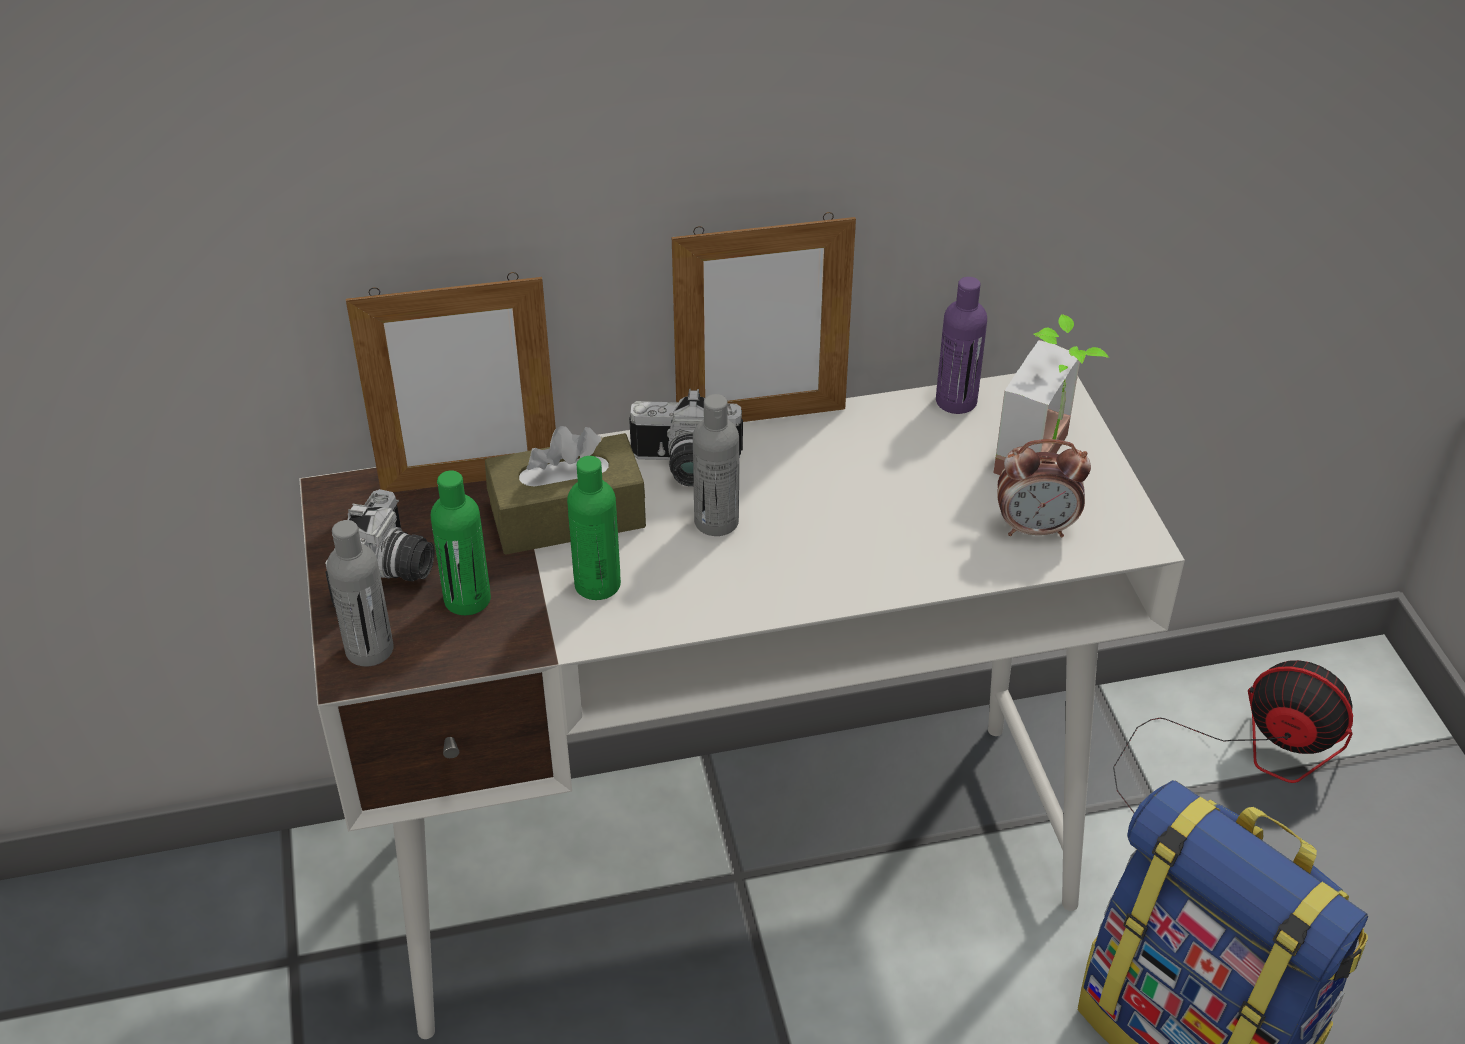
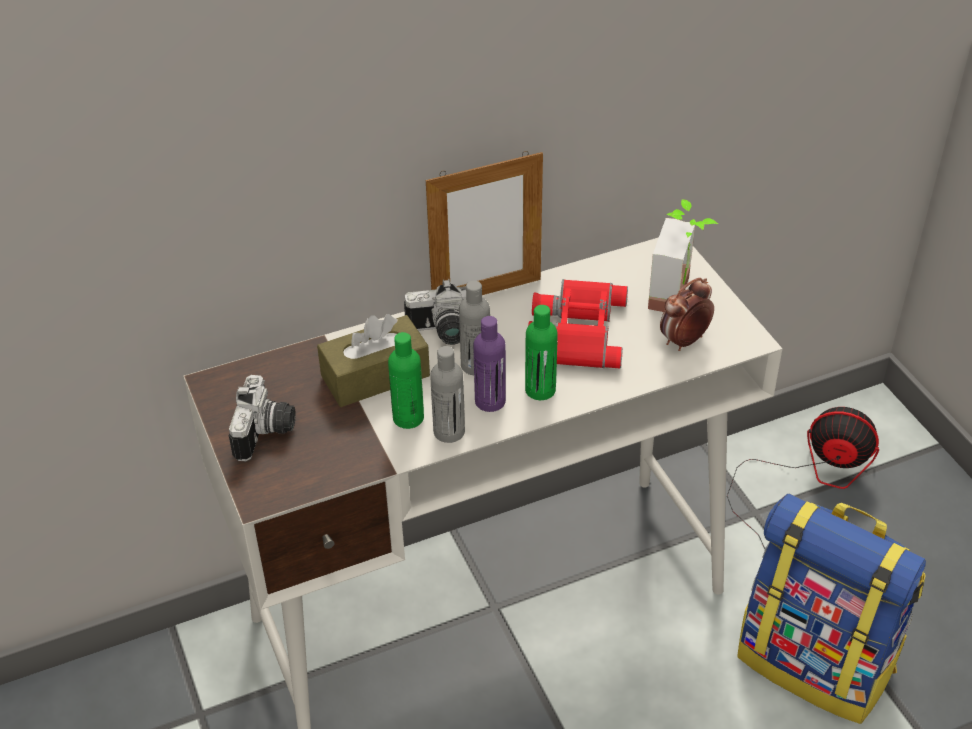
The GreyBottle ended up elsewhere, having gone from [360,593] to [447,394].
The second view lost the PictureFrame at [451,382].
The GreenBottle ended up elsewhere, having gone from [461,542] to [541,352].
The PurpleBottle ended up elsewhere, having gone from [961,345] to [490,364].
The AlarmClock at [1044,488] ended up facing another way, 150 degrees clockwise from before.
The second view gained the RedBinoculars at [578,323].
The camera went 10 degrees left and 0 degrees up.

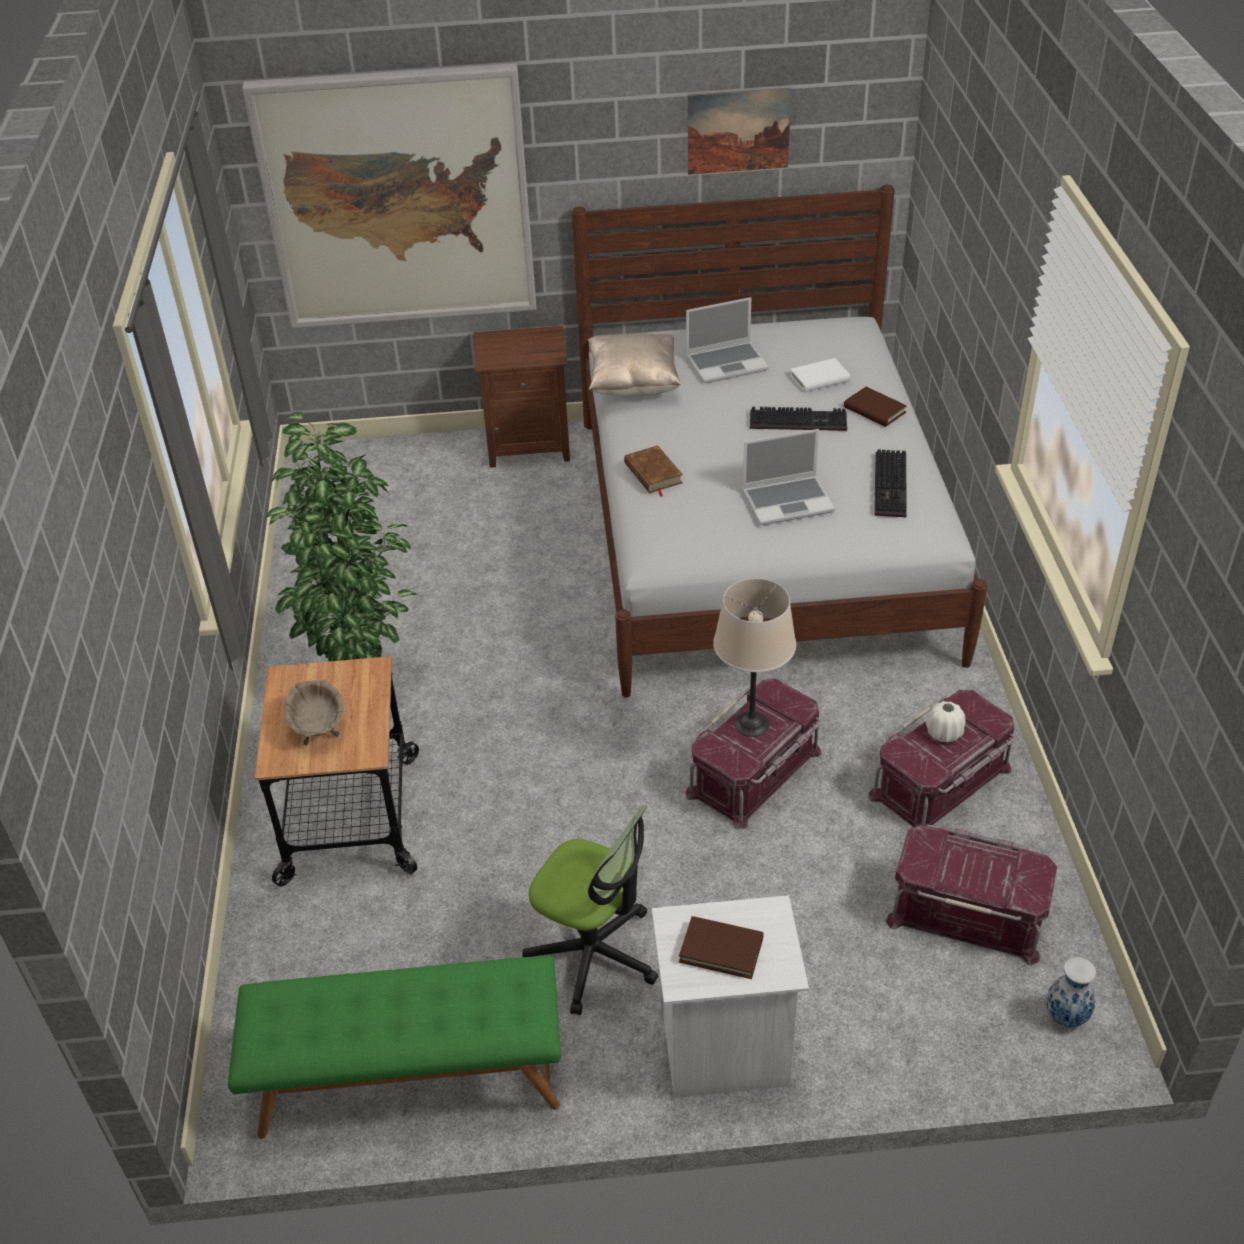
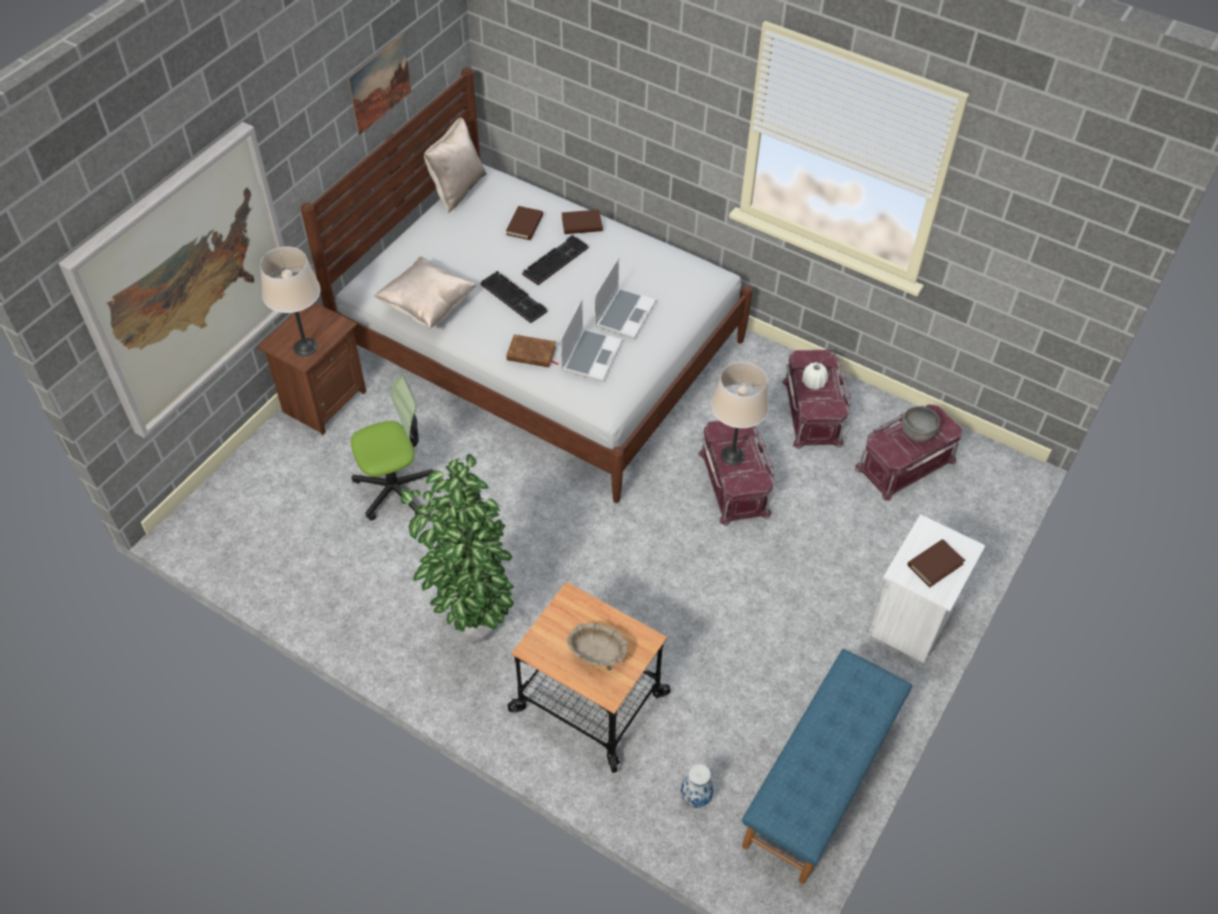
What was the GreenBench at [394,1047] turned into the BlueBench at [827,766].
The OfficeChair ended up elsewhere, having gone from [590,910] to [393,448].
The Laptop ended up elsewhere, having gone from [727,340] to [591,340].
What was the WhiteBook at [820,375] turned into the BrownBook at [524,223].
The Keyboard ended up elsewhere, having gone from [890,483] to [514,297].
The Vase ended up elsewhere, having gone from [1071,992] to [697,786].
The second view gained the BeigeTableLamp at [290,301].
The second view gained the BeigePillow at [455,165].
The second view gained the GreyBowl at [921,424].
The camera went 55 degrees left and 10 degrees up.

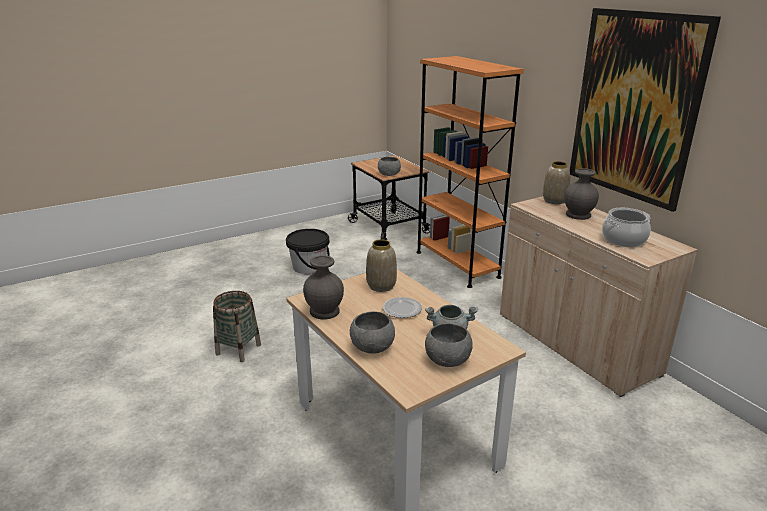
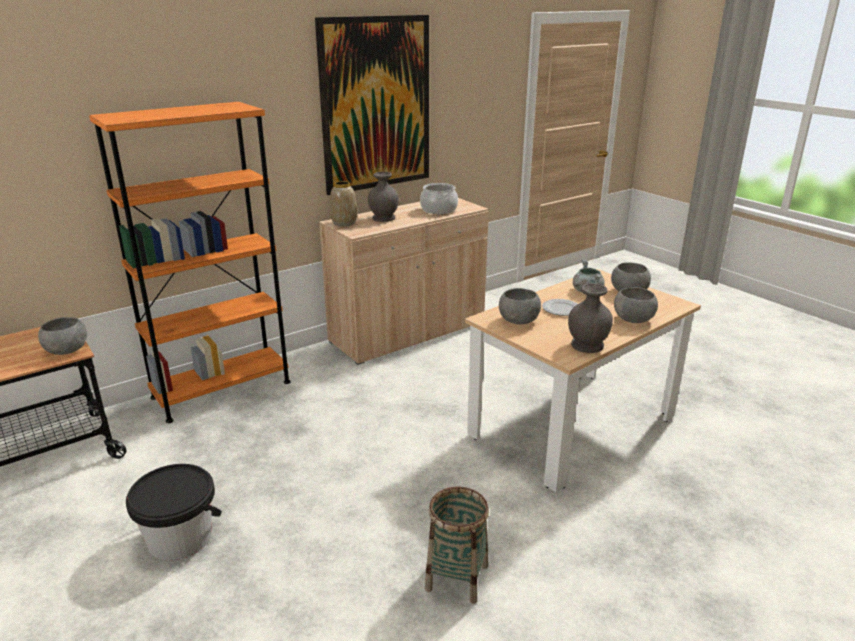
Where the Vase stood at [381,265], the GreyBowl came to stand at [520,306].
The camera went 95 degrees left and 0 degrees up.

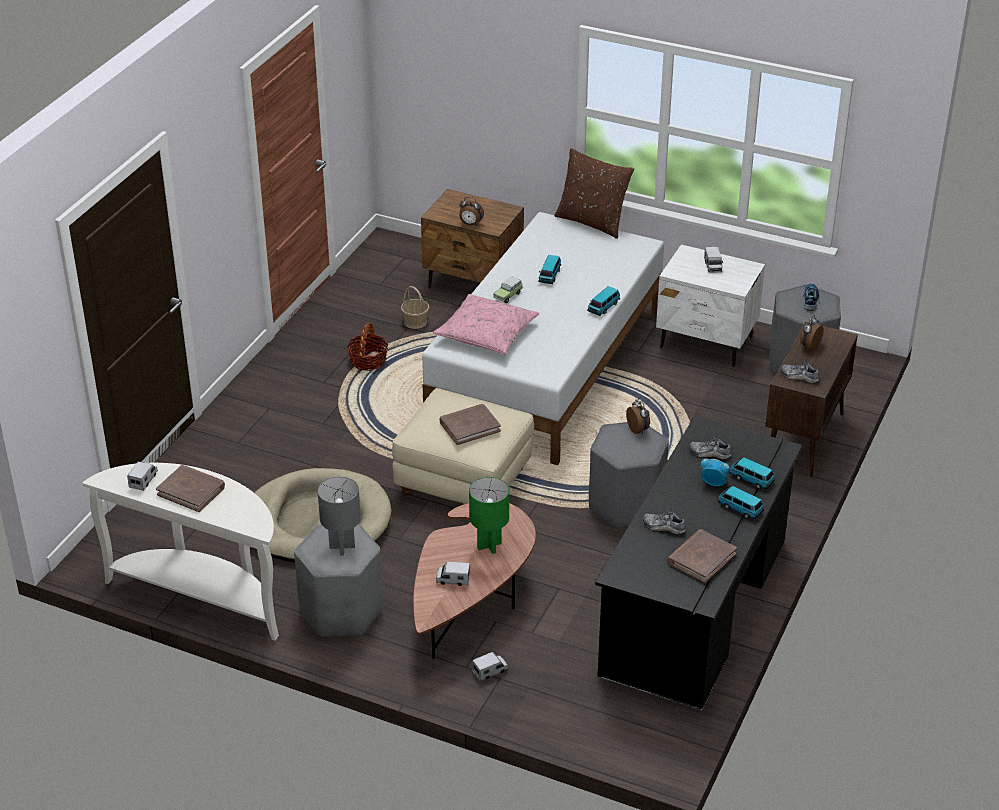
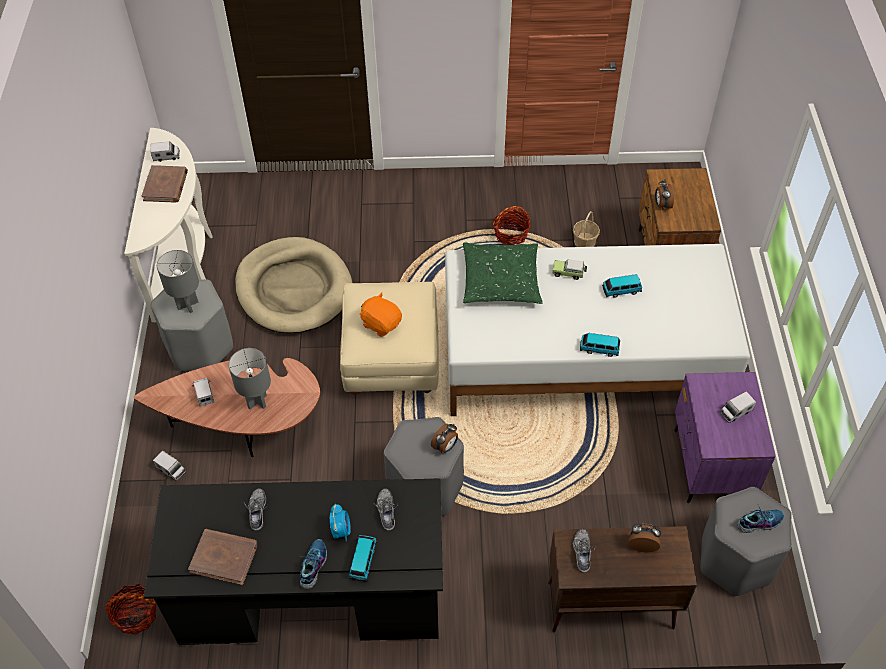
What was the PinkPillow at [486,324] turned into the GreenPillow at [503,273].
Where the BrownBook stood at [470,424], the OrangePlushToy came to stand at [381,314].
What was the GreenTableLamp at [489,515] turned into the GreyTableLamp at [250,379].
The second view lost the BrownPillow at [594,193].
What was the WhiteNightstand at [710,305] turned into the PurpleNightstand at [725,437].
Where the ToyCar stood at [741,502], the Shoe came to stand at [313,564].
The second view gained the Basket at [130,609].
The camera went 65 degrees right and 15 degrees up.

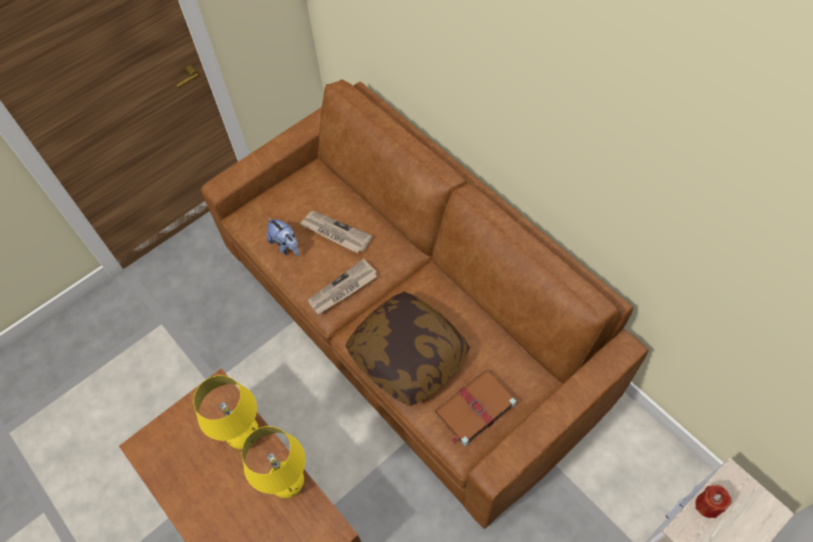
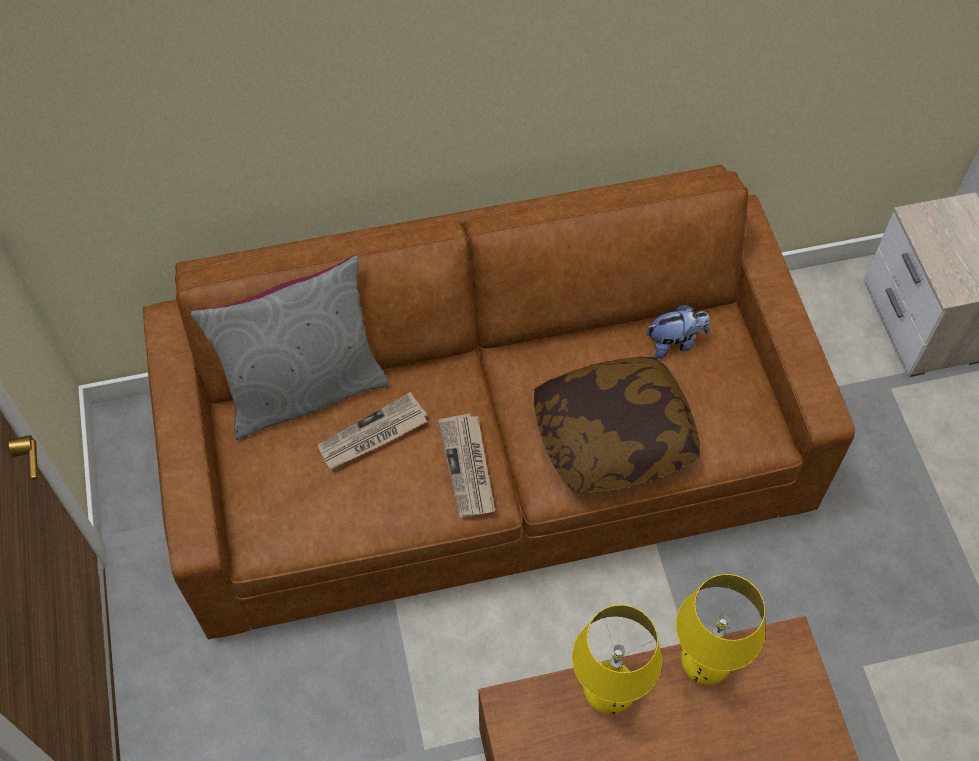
The PlushToy ended up elsewhere, having gone from [283,236] to [678,331].
The second view lost the BrownBook at [475,408].
The second view lost the RedCandle at [713,501].
The second view gained the GreyPillow at [289,347].
The camera went 65 degrees left and 0 degrees up.

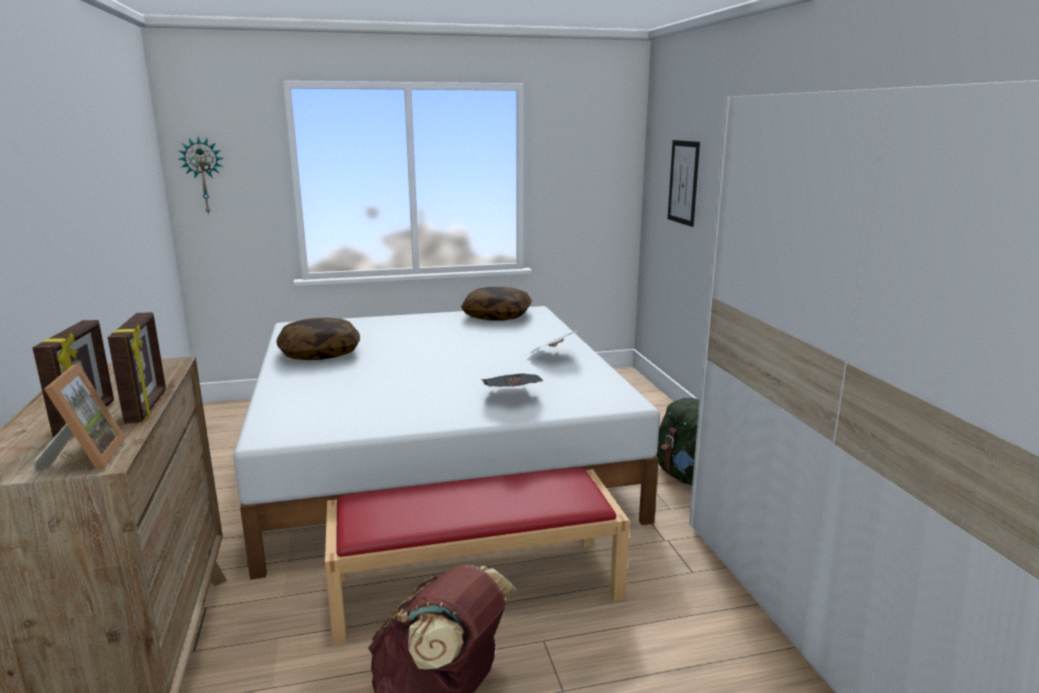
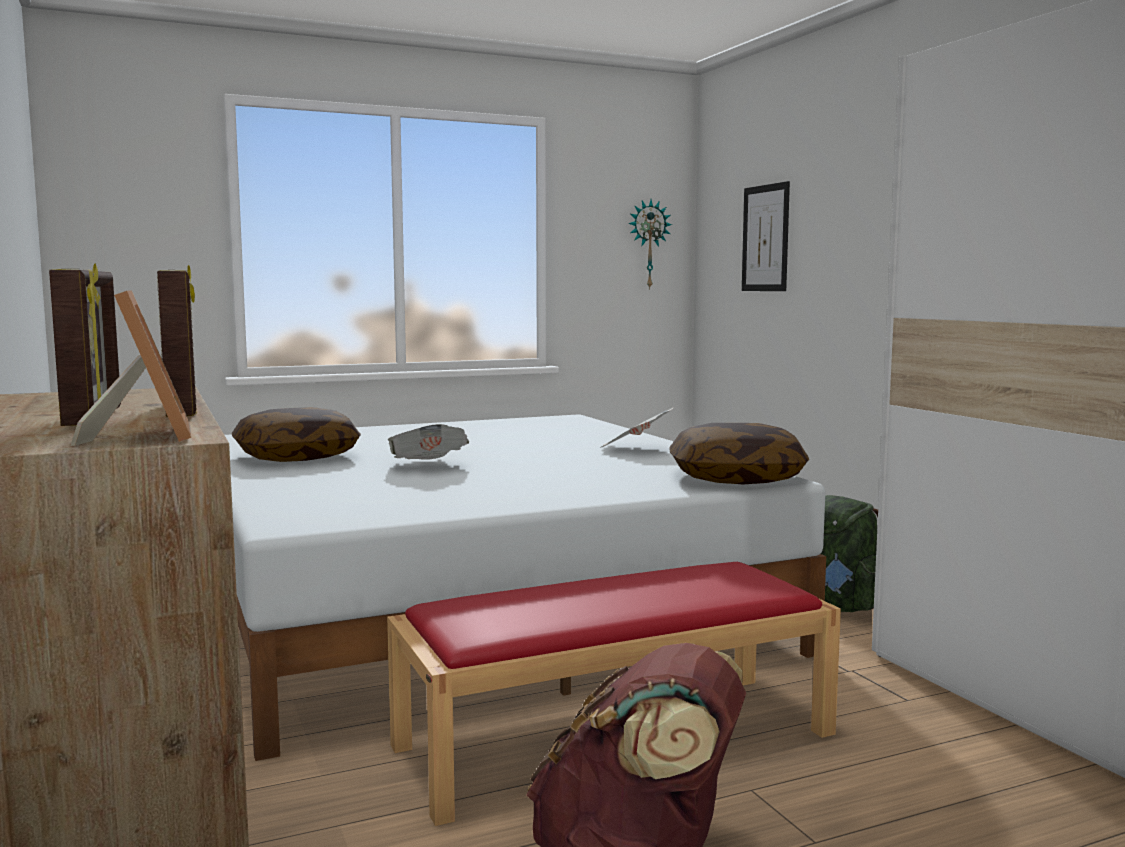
The WallClock ended up elsewhere, having gone from [201,176] to [650,244].
The Pillow ended up elsewhere, having gone from [496,304] to [739,453].
The Newspaper ended up elsewhere, having gone from [512,380] to [429,442].
The camera went 10 degrees left and 10 degrees down.

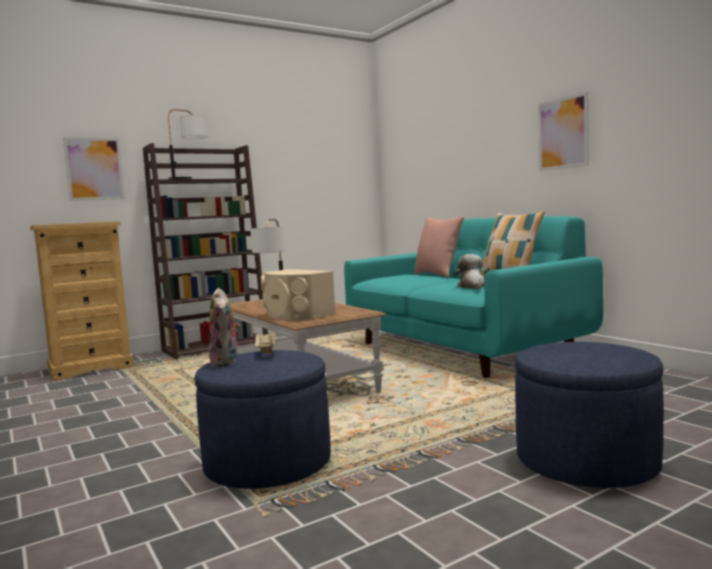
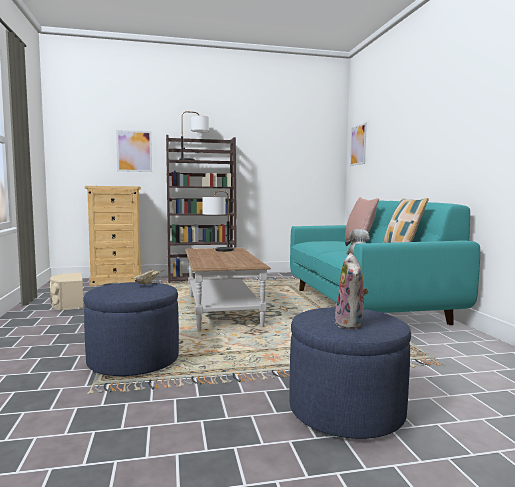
The PlushToy ended up elsewhere, having gone from [225,327] to [351,291].
The BeigeSpeaker ended up elsewhere, having gone from [298,294] to [66,291].
The Picture ended up elsewhere, having gone from [563,131] to [358,144].
The camera went 20 degrees right and 0 degrees up.

